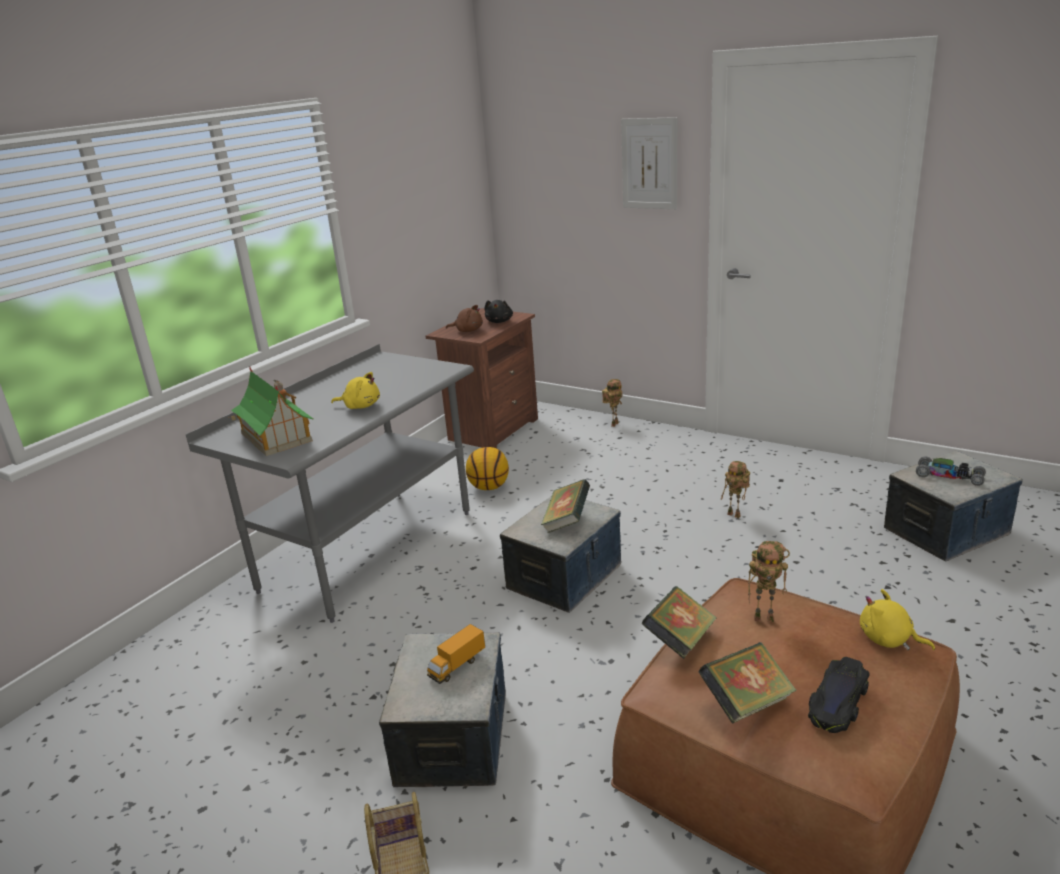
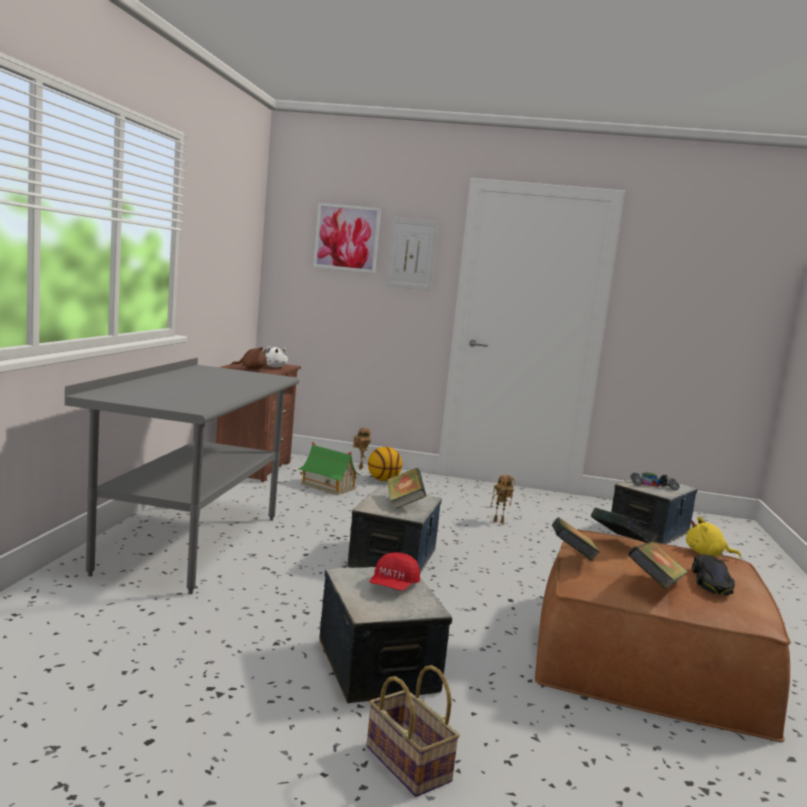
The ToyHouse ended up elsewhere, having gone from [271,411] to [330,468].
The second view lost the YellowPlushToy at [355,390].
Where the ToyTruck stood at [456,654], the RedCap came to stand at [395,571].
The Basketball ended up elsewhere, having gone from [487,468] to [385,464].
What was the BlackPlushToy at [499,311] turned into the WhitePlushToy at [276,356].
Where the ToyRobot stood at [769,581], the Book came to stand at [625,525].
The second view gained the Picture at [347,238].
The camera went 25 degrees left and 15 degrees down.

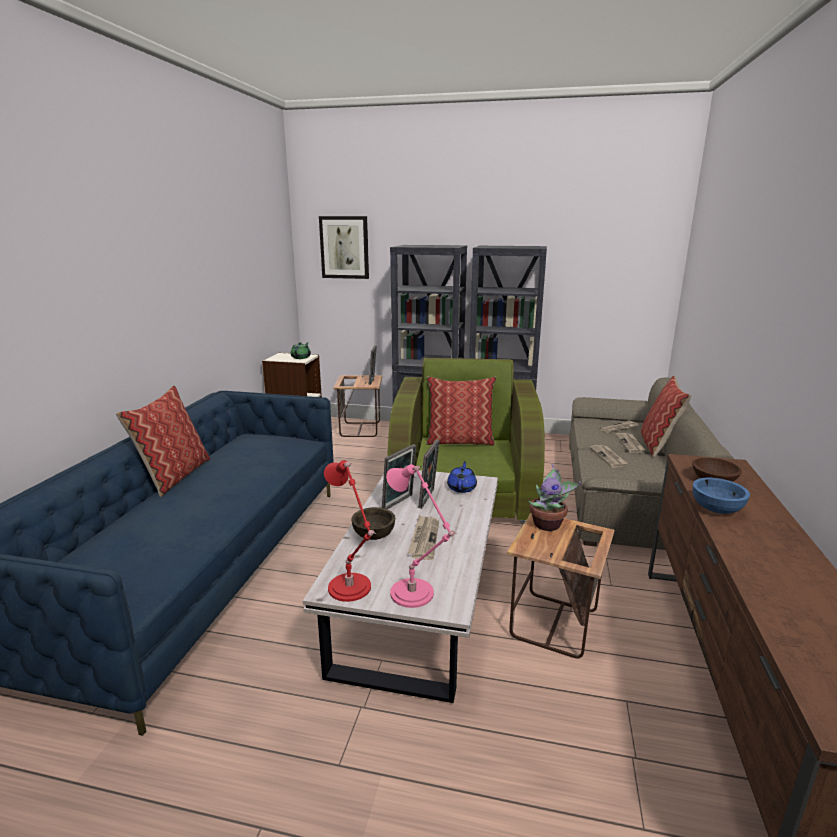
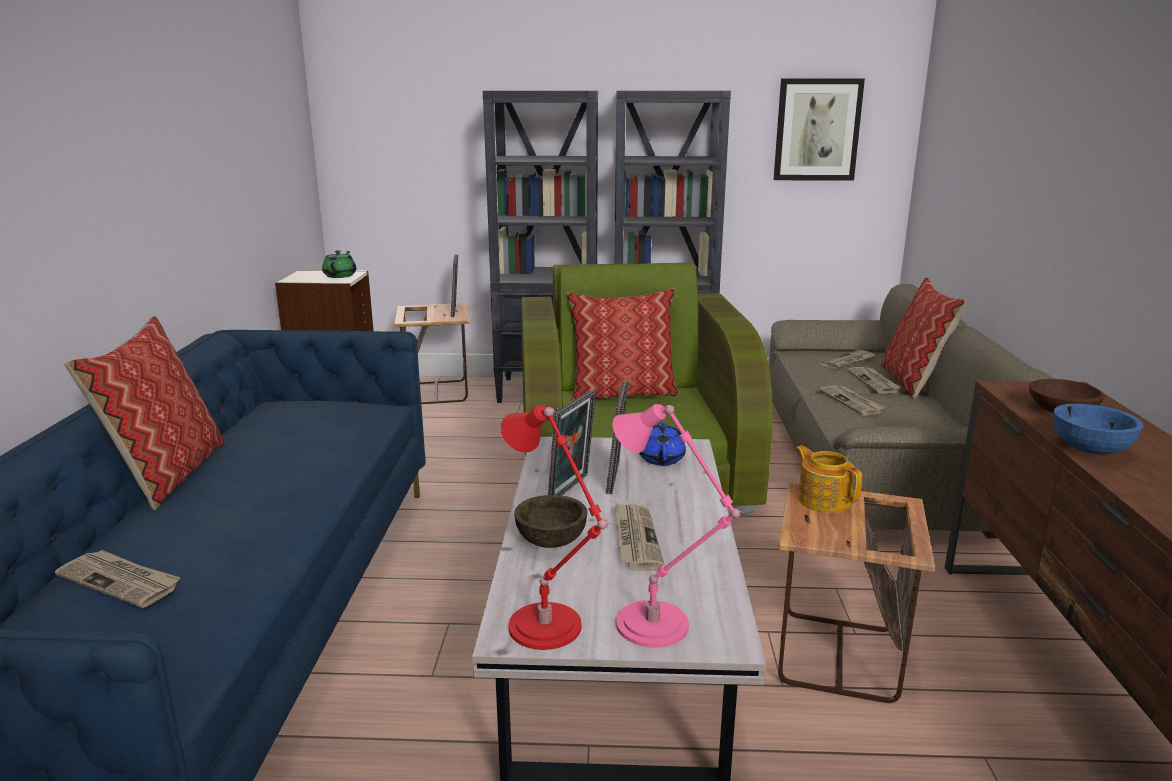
The Picture ended up elsewhere, having gone from [344,247] to [819,129].
Where the PottedPlant stood at [554,497], the Teapot came to stand at [828,479].
The second view gained the Newspaper at [118,579].
The camera went 10 degrees left and 0 degrees up.

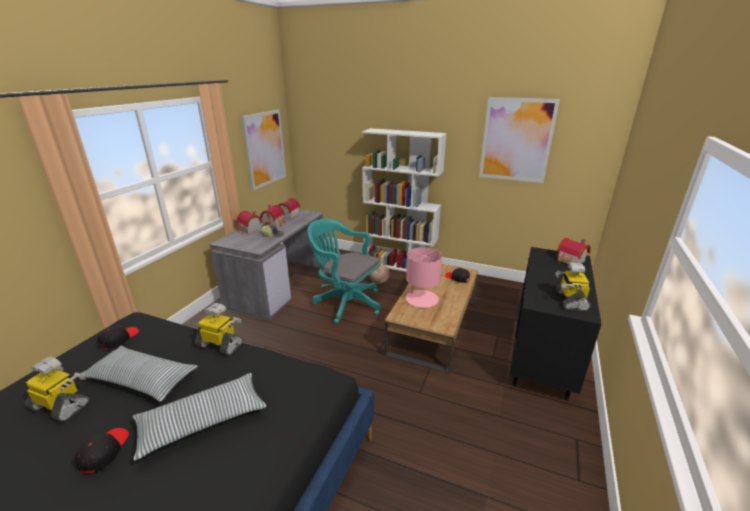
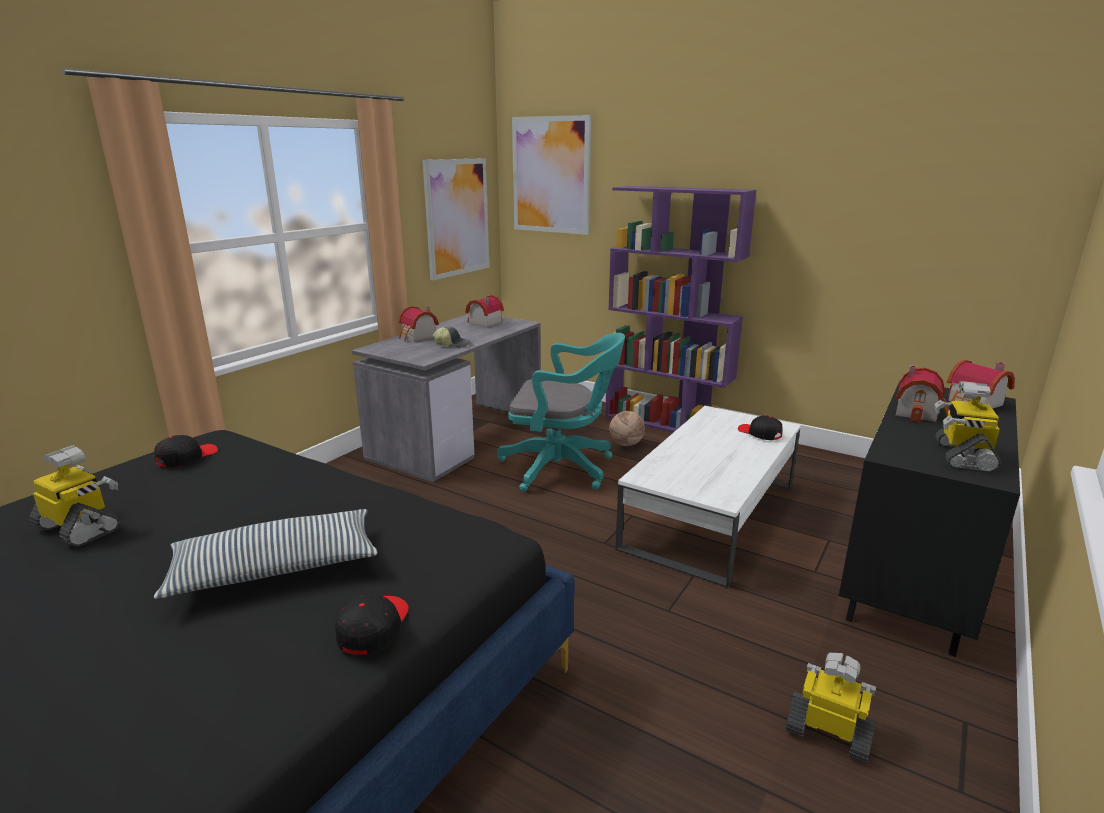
The BlackCap ended up elsewhere, having gone from [101,450] to [372,624].
The second view lost the Pillow at [139,374].
The ToyRobot ended up elsewhere, having gone from [219,329] to [831,708].
The ToyHouse ended up elsewhere, having gone from [273,216] to [922,393].
The TurquoiseOfficeChair at [344,271] ended up facing another way, 150 degrees clockwise from before.
What was the WhiteBookcase at [404,200] turned into the PurpleBookcase at [680,309].
What was the BrownCoffeeTable at [431,319] turned into the WhiteCoffeeTable at [708,497].
The second view lost the PinkTableLamp at [424,278].
The Picture ended up elsewhere, having gone from [519,140] to [551,175].
The camera went 10 degrees right and 5 degrees down.

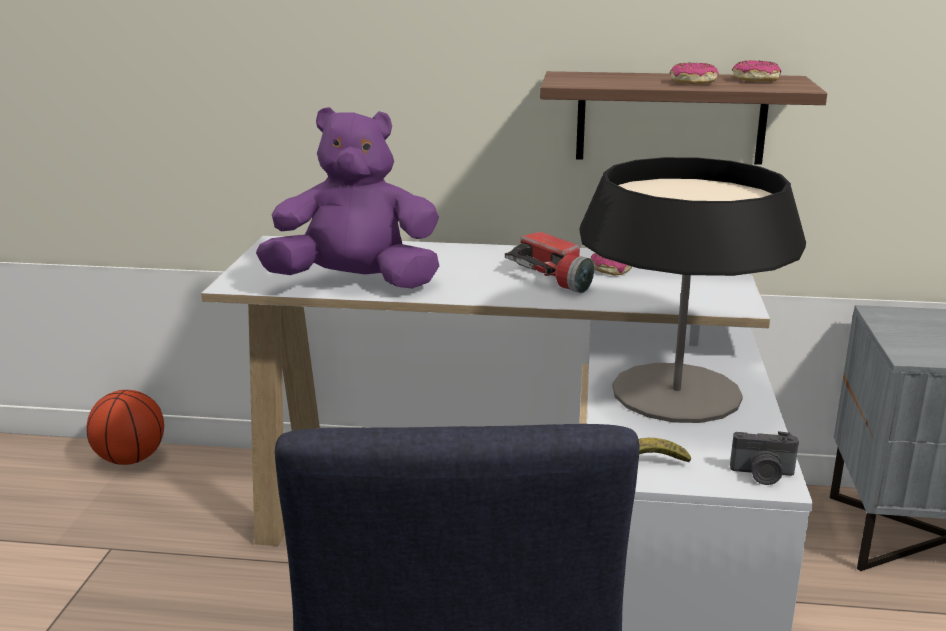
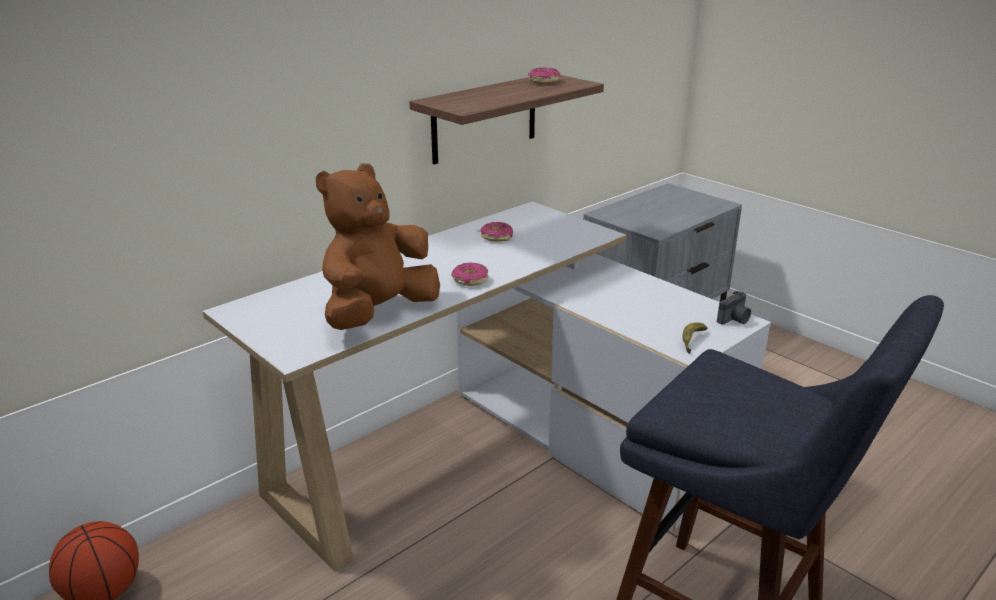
What was the PurplePlushToy at [347,198] turned into the BrownPlushToy at [378,246].
The second view lost the Flashlight at [549,262].
The second view lost the TableLamp at [693,290].
The Donut ended up elsewhere, having gone from [694,73] to [469,274].
The camera went 50 degrees left and 5 degrees up.

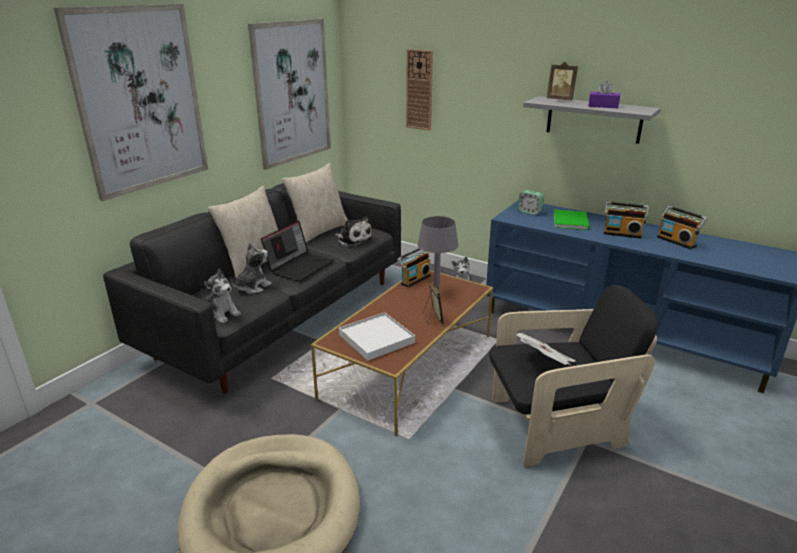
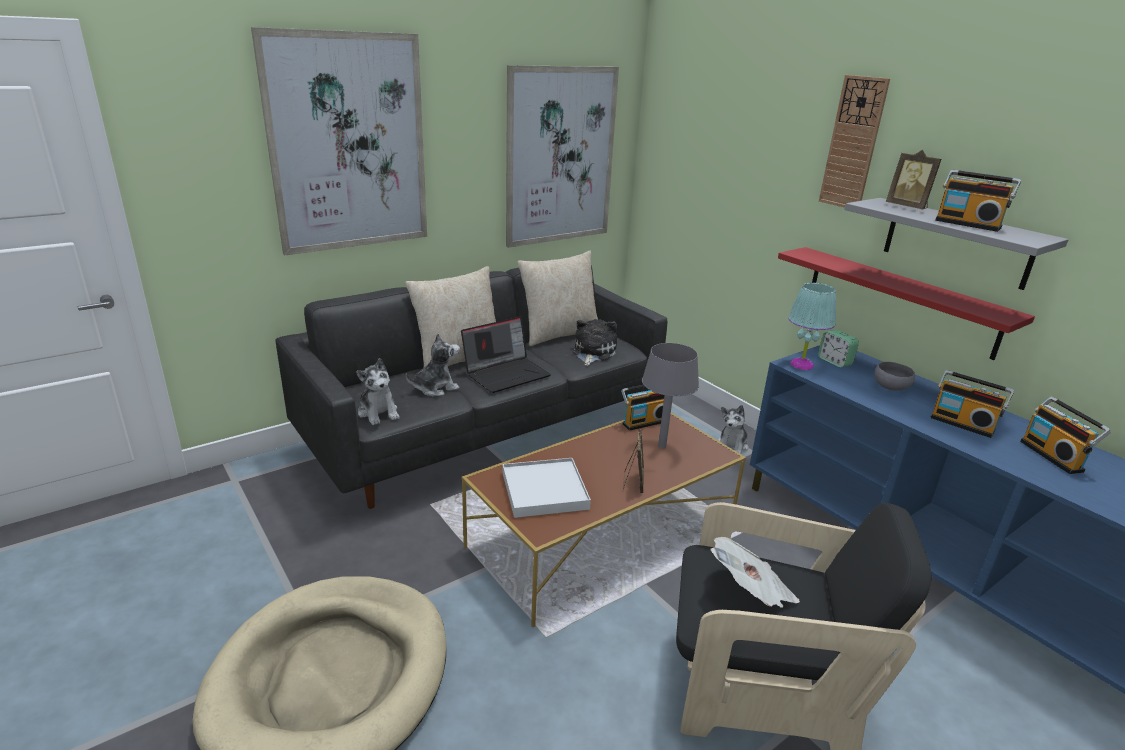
The PlushToy at [354,231] ended up facing another way, 135 degrees counterclockwise from before.
The WallClock ended up elsewhere, having gone from [419,90] to [854,141].
Where the GreenBook stood at [572,220], the GreyBowl came to stand at [894,376].
Where the PurpleTissueBox stood at [604,94], the Radio came to stand at [978,201].
The second view gained the RedShelf at [906,303].
The second view gained the TurquoiseTableLamp at [812,326].
The camera went 20 degrees right and 0 degrees up.

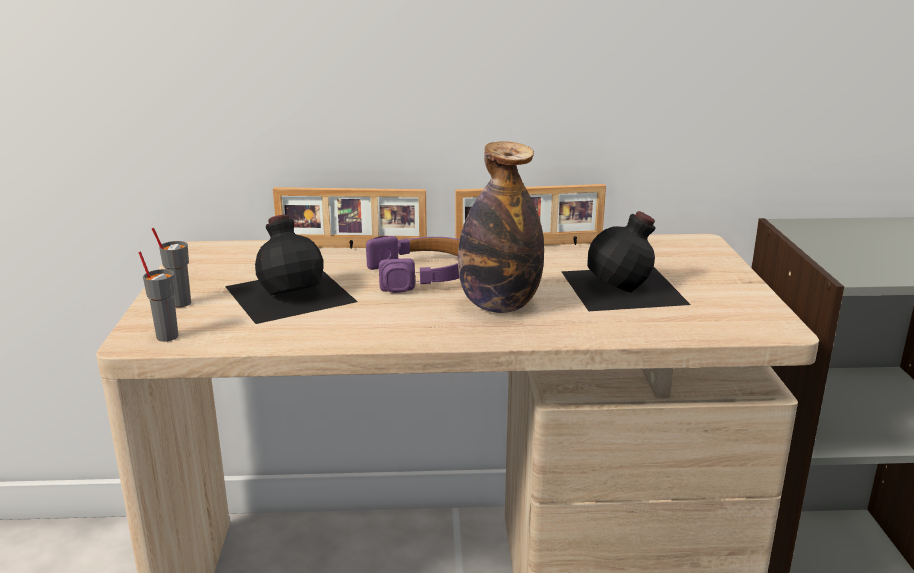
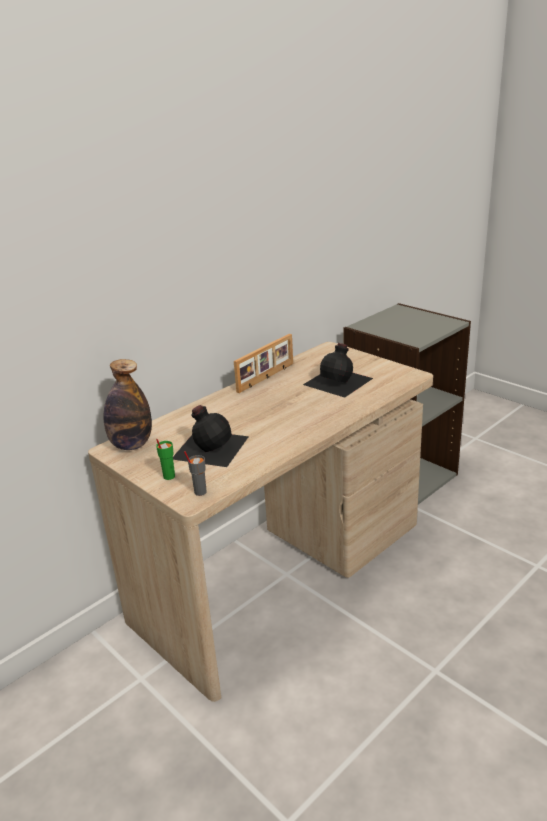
What was the GreyCup at [171,267] turned into the GreenCup at [165,459].
The second view lost the PictureFrame at [350,218].
The second view lost the PurpleHeadphones at [413,264].
The Bottle ended up elsewhere, having gone from [501,227] to [128,404].
The camera went 40 degrees left and 5 degrees up.

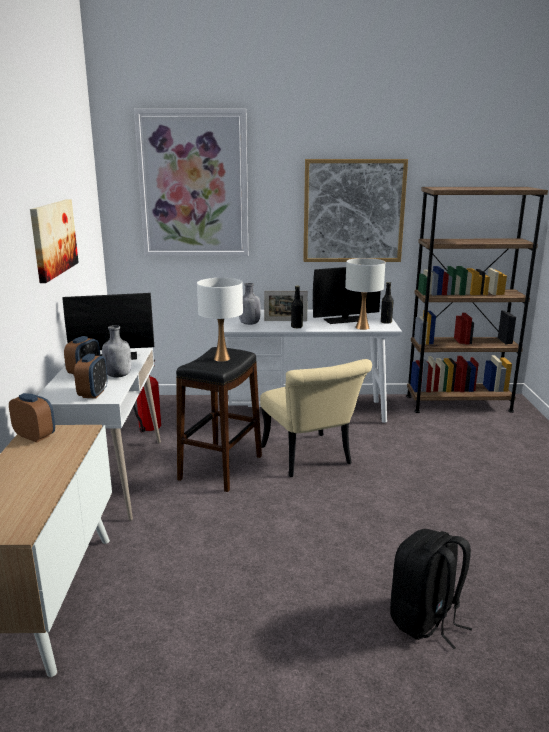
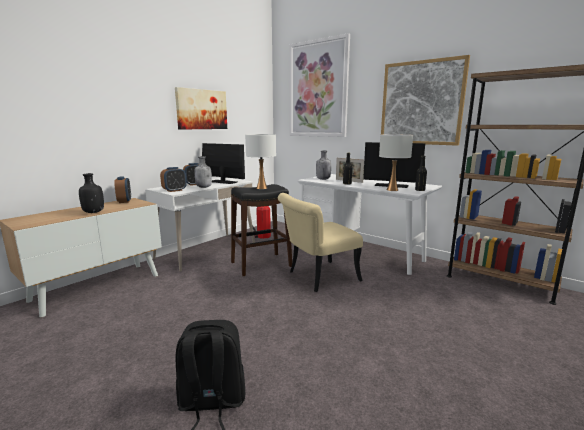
The BeigeChair at [316,418] ended up facing another way, 45 degrees clockwise from before.
The second view gained the BlackBottle at [91,193].
The camera went 40 degrees right and 5 degrees down.

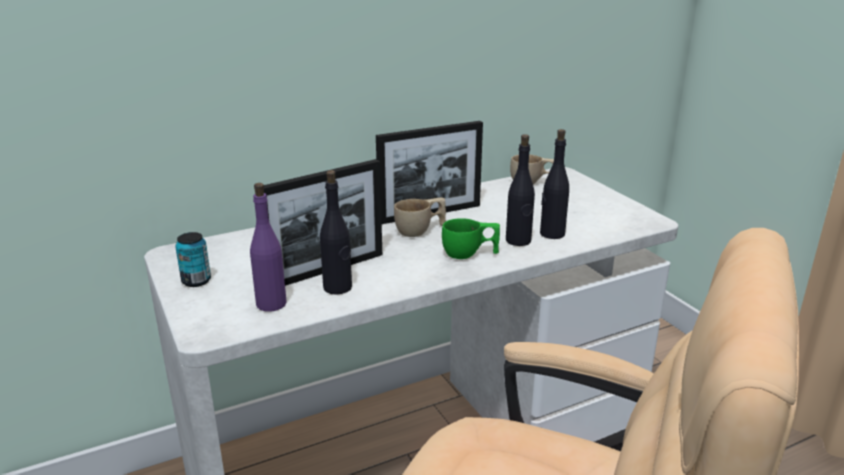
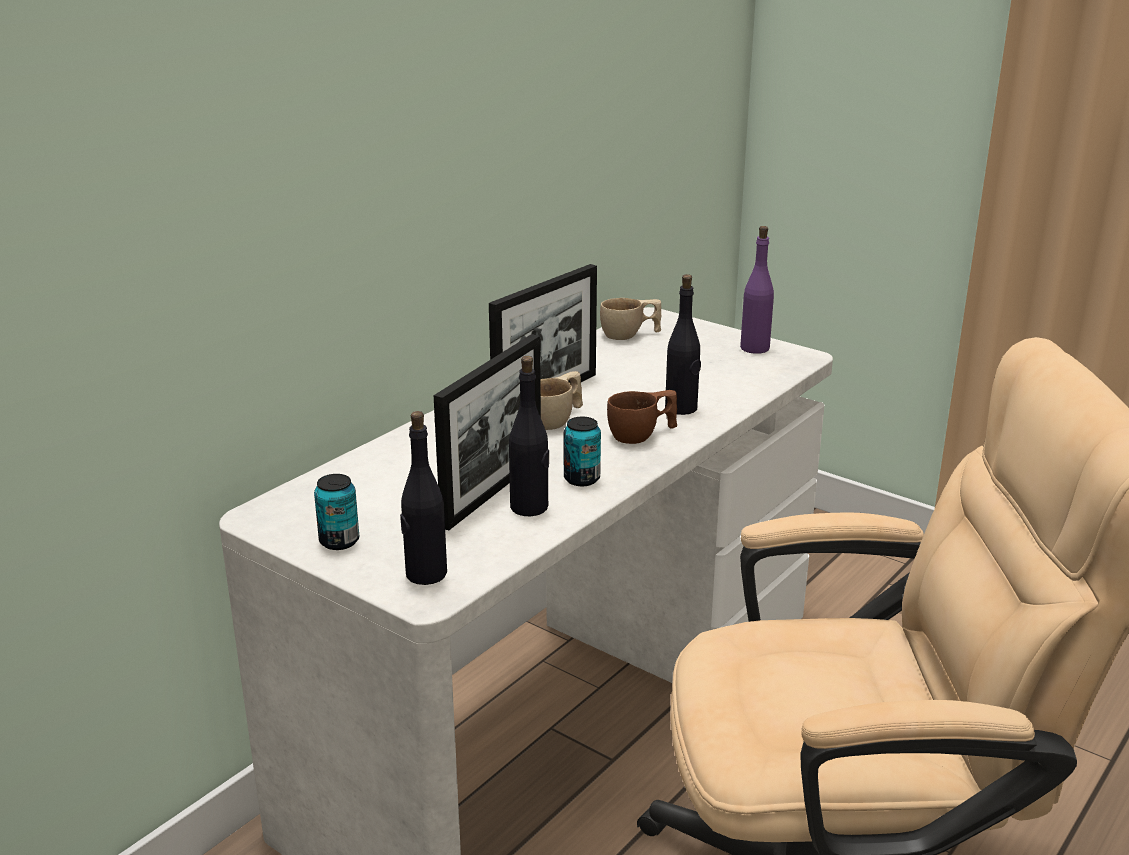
The PurpleBottle ended up elsewhere, having gone from [268,247] to [757,290].
What was the GreenCup at [471,238] turned into the BrownCup at [642,417].
The BlackBottle ended up elsewhere, having gone from [554,184] to [423,498].
The second view gained the Can at [582,451].
The camera went 25 degrees left and 0 degrees up.

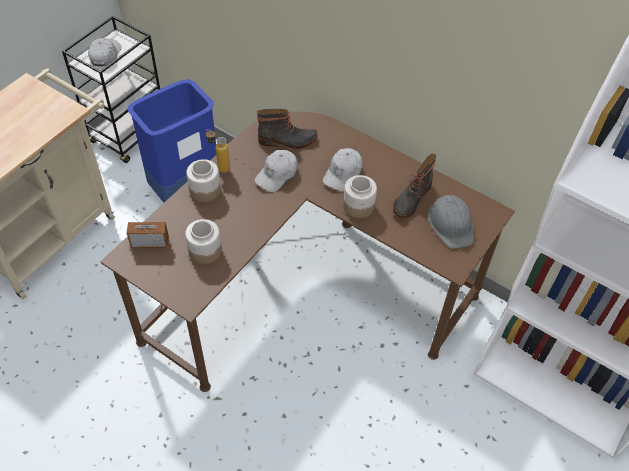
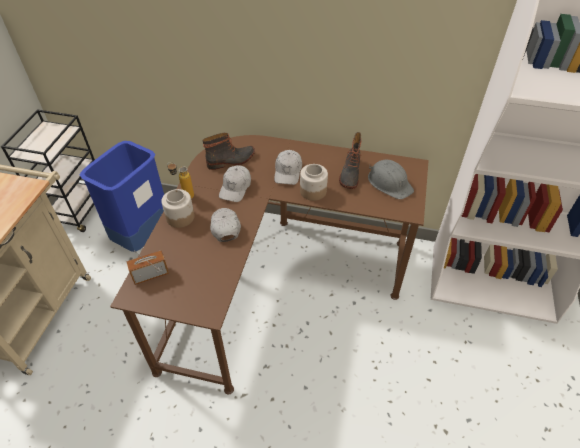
The WhiteCap ended up elsewhere, having gone from [105,52] to [225,225].
The second view lost the Jar at [203,241].
The camera went 20 degrees left and 5 degrees down.

